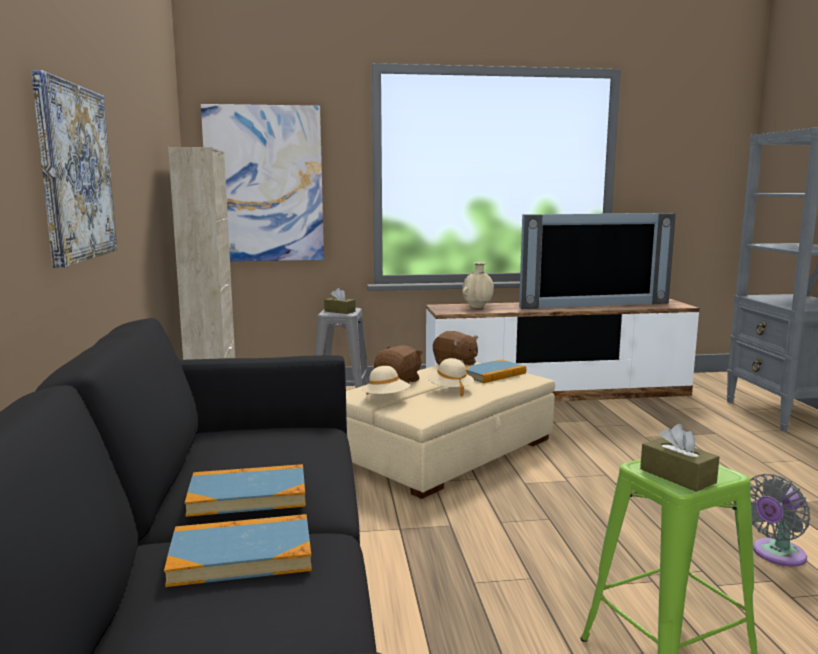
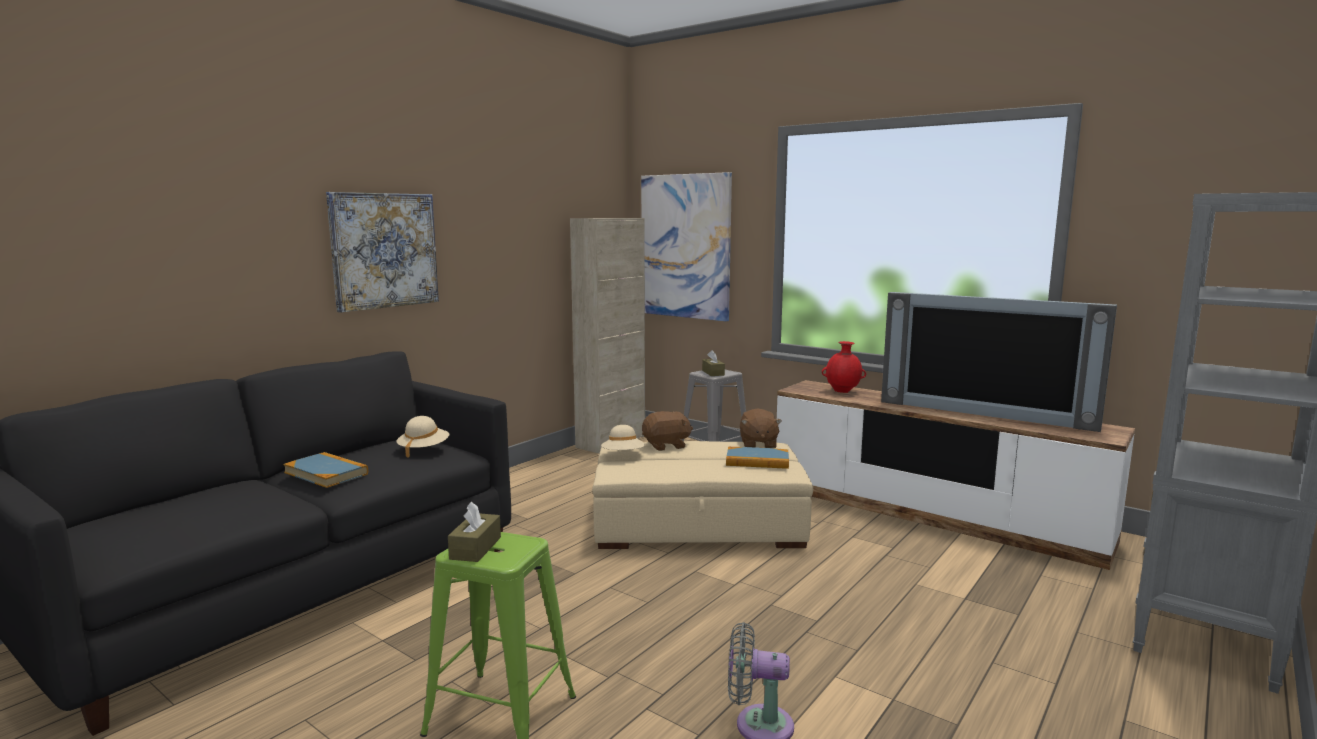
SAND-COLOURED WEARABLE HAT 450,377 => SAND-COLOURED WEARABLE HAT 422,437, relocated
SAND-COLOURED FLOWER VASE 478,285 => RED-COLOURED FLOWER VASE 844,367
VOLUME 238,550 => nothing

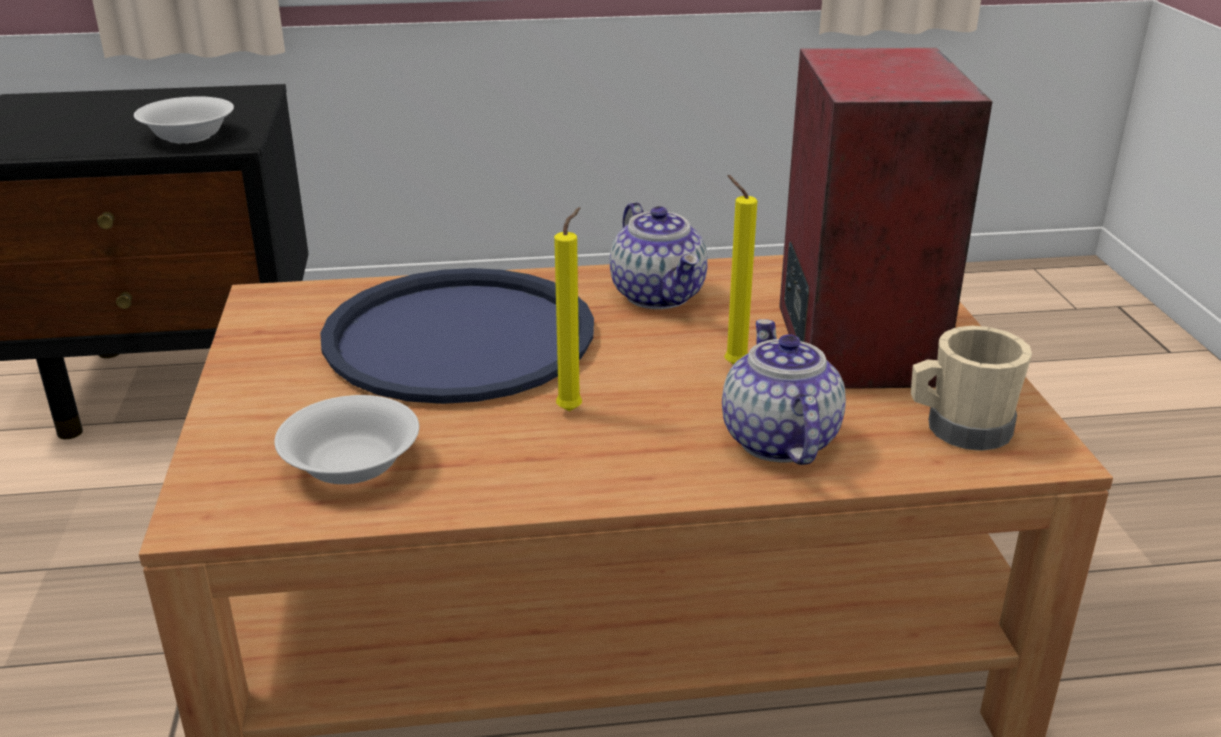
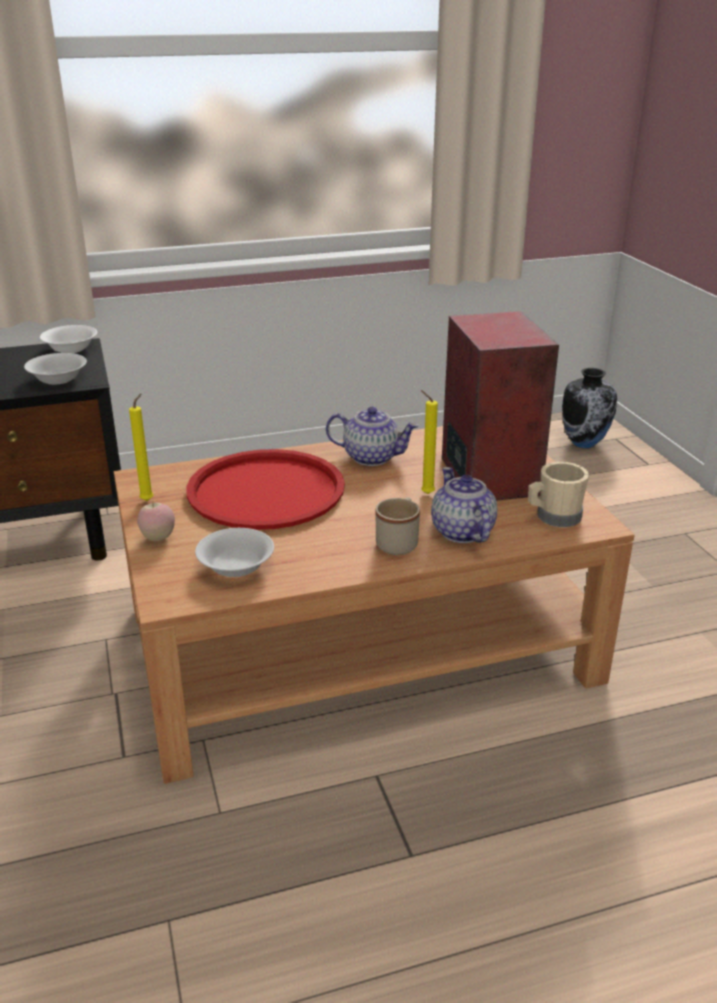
nothing => WHITE-COLOURED SERVING BOWL 68,339
YELLOW CANDLE 568,309 => YELLOW CANDLE 141,447, relocated
nothing => APPLE FRUIT 156,521
BLUE-COLOURED CARRYING TRAY 457,336 => RED-COLOURED CARRYING TRAY 265,489
POT FOR TEA 659,255 => POT FOR TEA 372,436, 45 degrees counterclockwise
nothing => SAND-COLOURED TEA MUG 398,526
nothing => FLOWER VASE 589,408

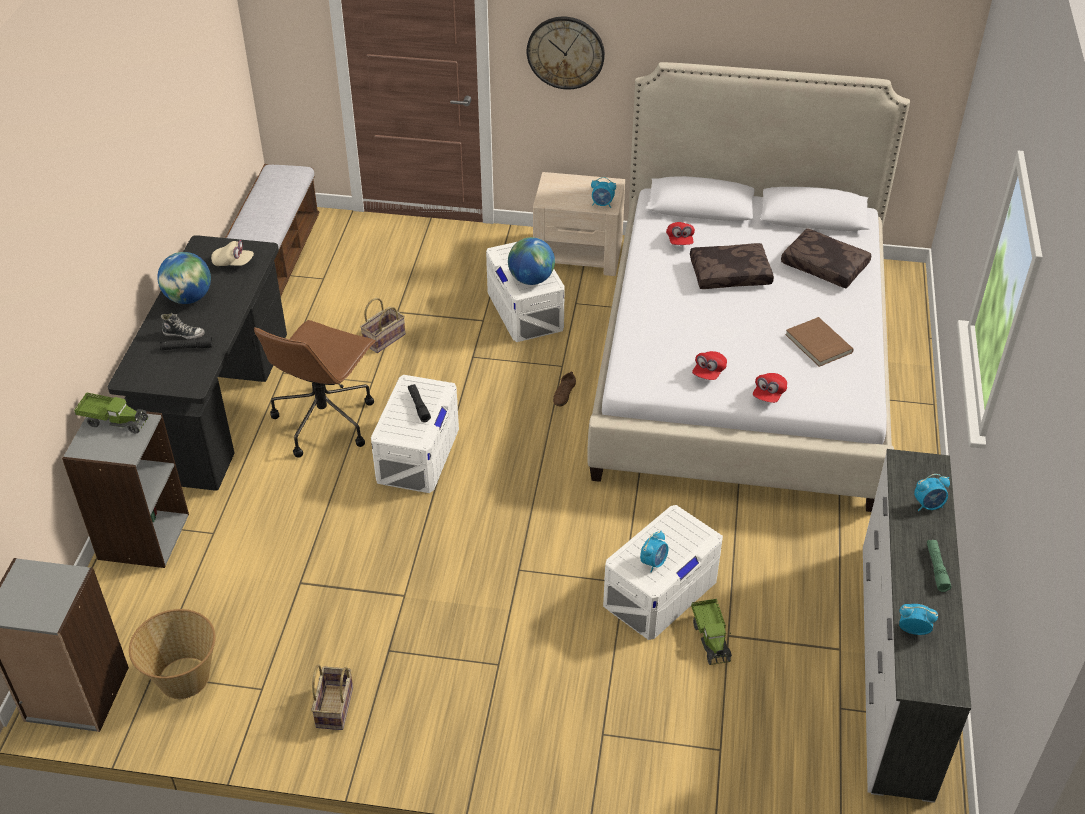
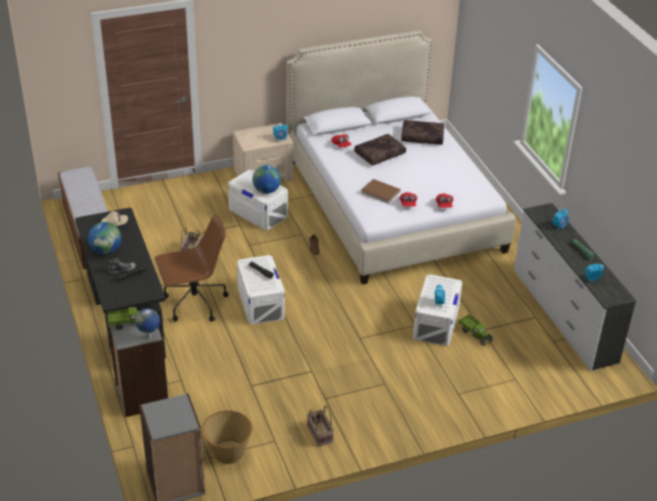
nothing => WORLD GLOBE 147,323
BROWN-COLOURED COMPUTER CHAIR 315,389 => BROWN-COLOURED COMPUTER CHAIR 192,268, 105 degrees counterclockwise
BROWN-COLOURED VOLUME 819,342 => BROWN-COLOURED VOLUME 381,191, relocated
HANGING CLOCK 566,53 => nothing

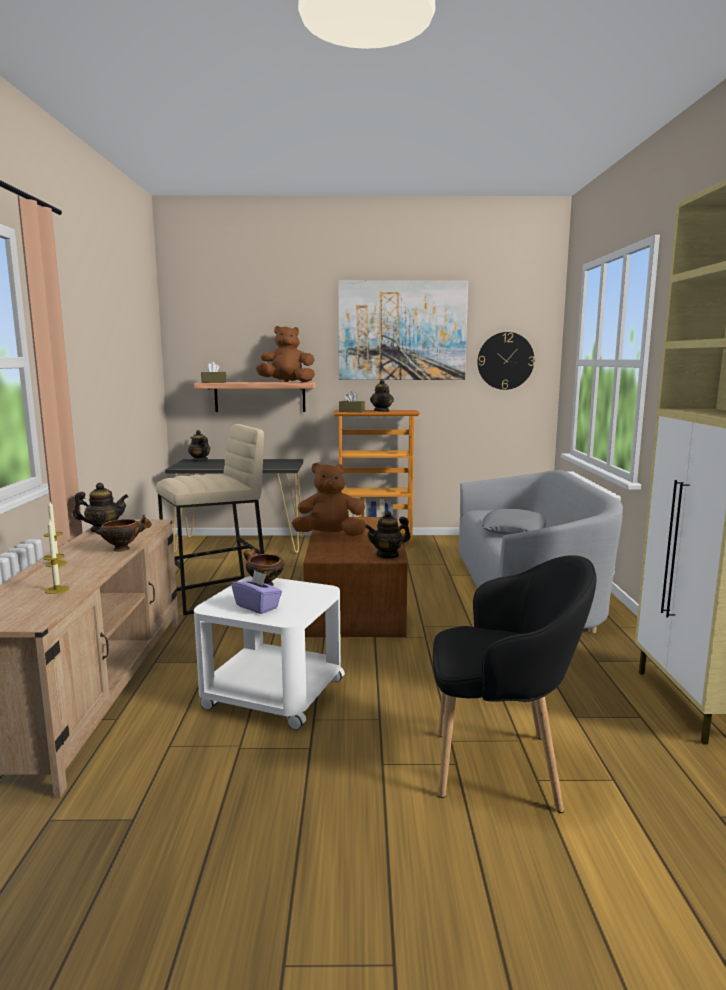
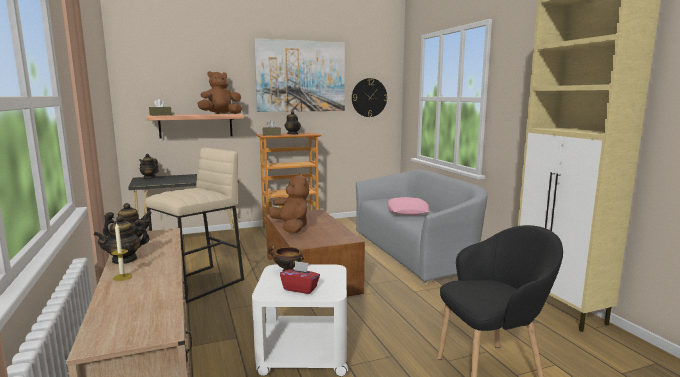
POT FOR TEA 387,535 => POT FOR TEA 121,239, relocated
BROWN-COLOURED PLUSH TOY 329,499 => BROWN-COLOURED PLUSH TOY 288,203, 90 degrees clockwise
PURPLE-COLOURED BOX OF TISSUES 256,592 => RED-COLOURED BOX OF TISSUES 300,277
GREY PILLOW 514,522 => PINK PILLOW 408,206
CANDLE 56,556 => nothing
SERVING BOWL 123,533 => nothing

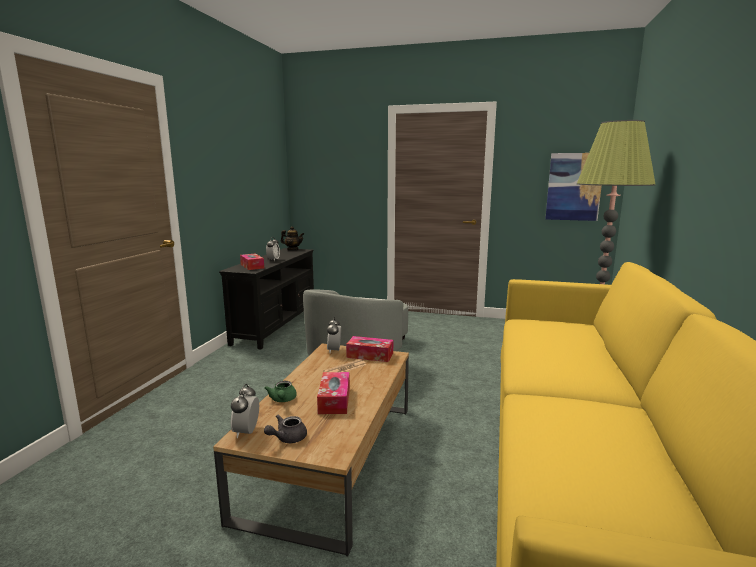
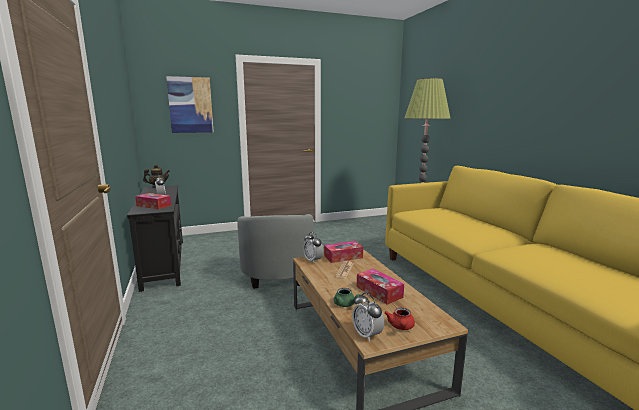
WALL ART 573,187 => WALL ART 190,104, relocated
GREY POT FOR TEA 285,429 => RED-COLOURED POT FOR TEA 400,319

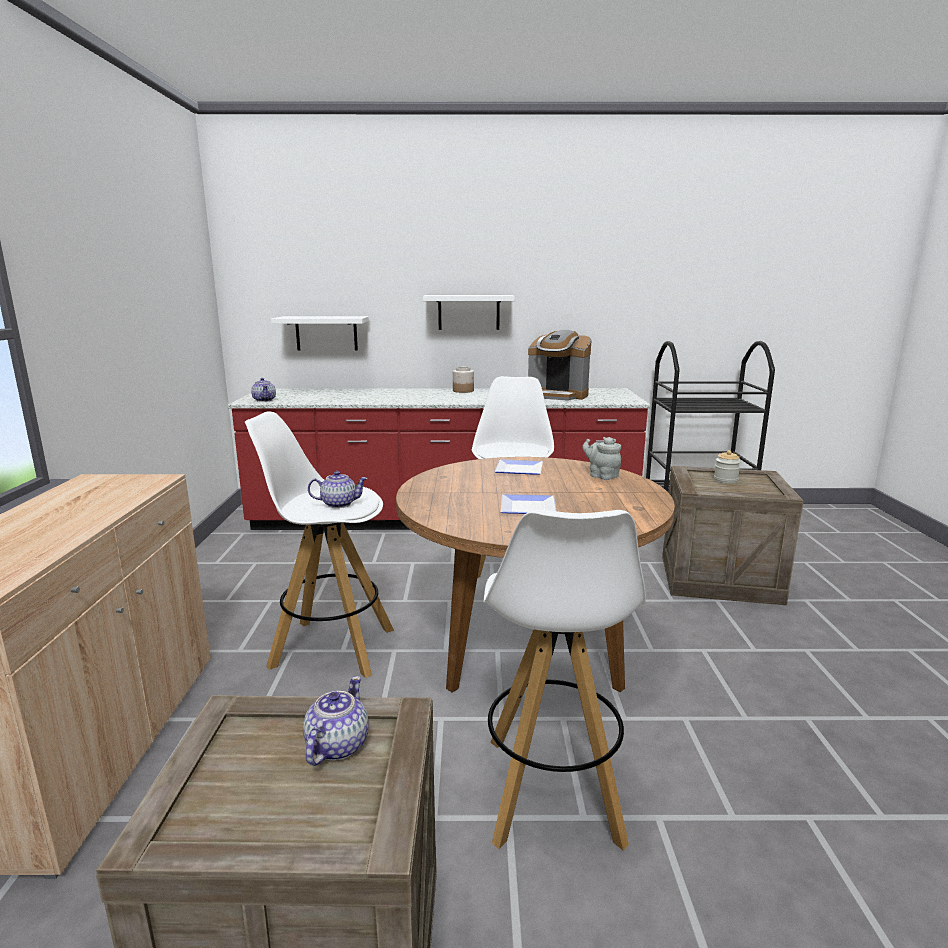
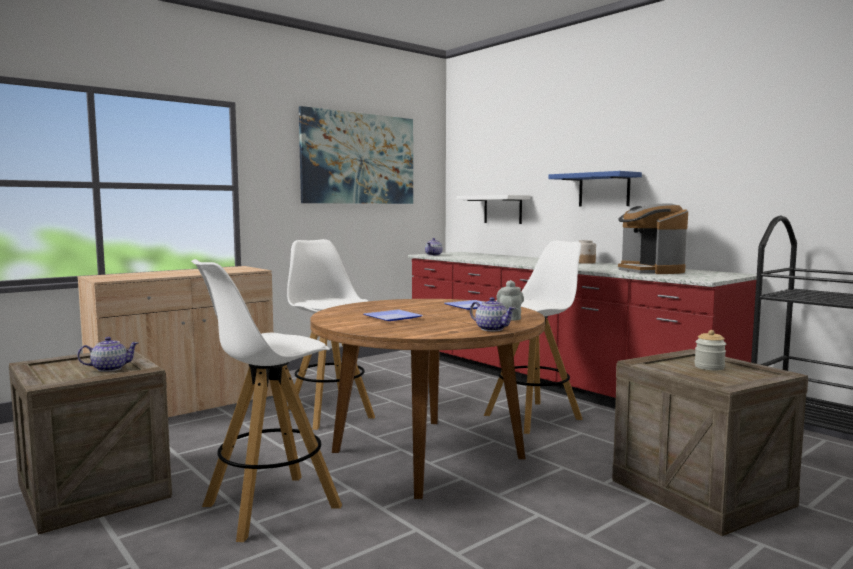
nothing => WALL ART 356,155
POT FOR TEA 338,489 => POT FOR TEA 492,314, relocated
WHITE-COLOURED SHELF 469,312 => BLUE-COLOURED SHELF 595,188

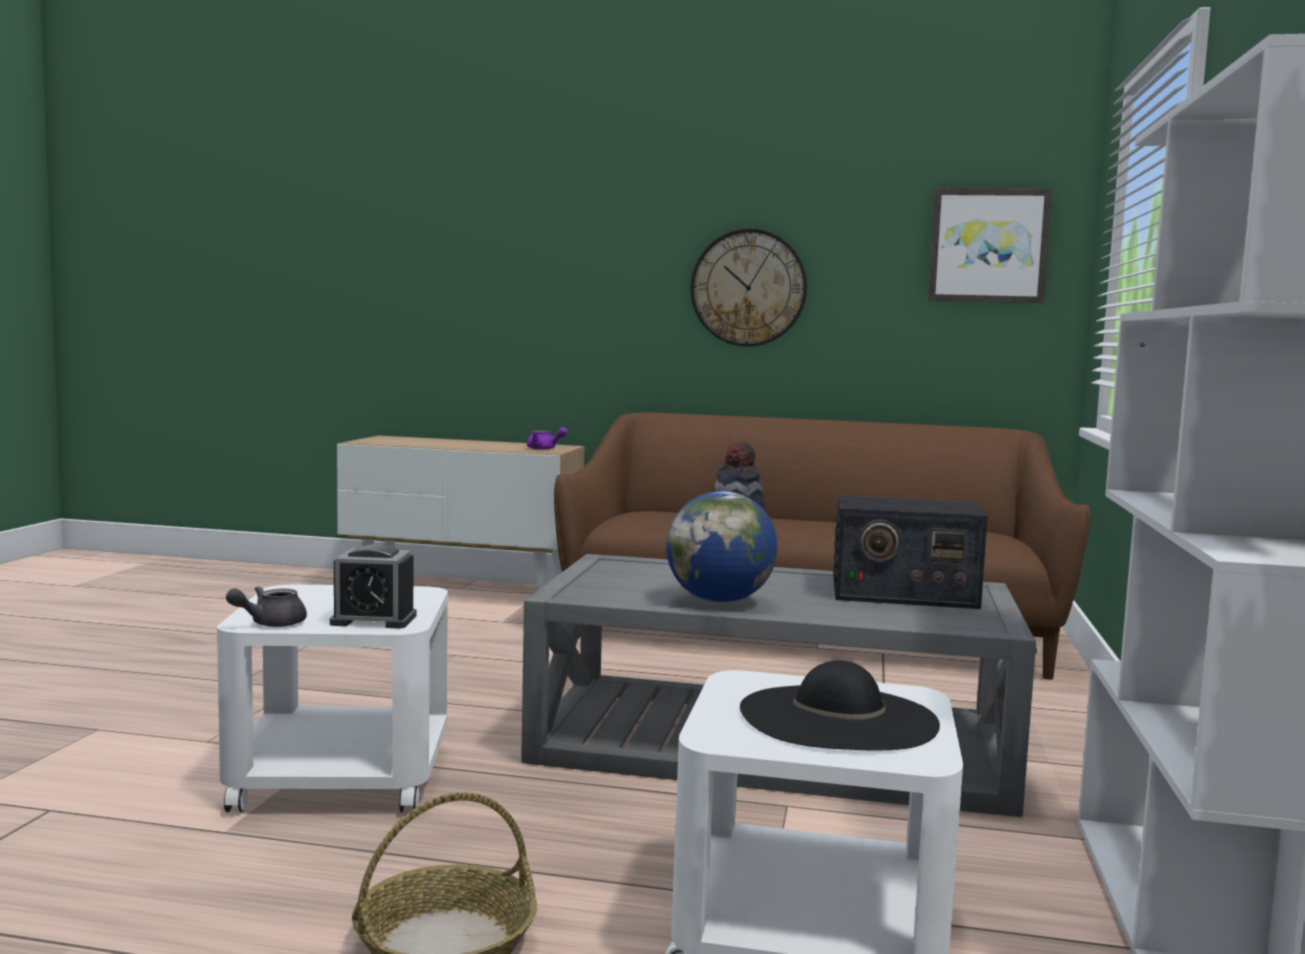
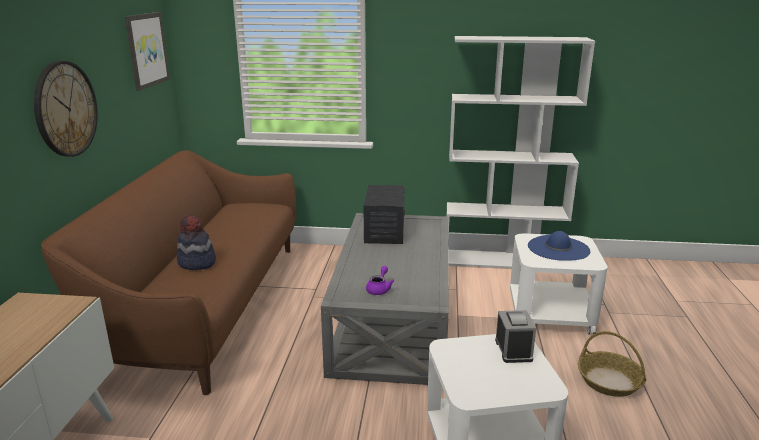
PURPLE-COLOURED POT FOR TEA 547,438 => PURPLE-COLOURED POT FOR TEA 380,280, relocated
BLACK-COLOURED WEARABLE HAT 840,705 => BLUE-COLOURED WEARABLE HAT 559,246
GREY POT FOR TEA 266,606 => nothing
WORLD GLOBE 722,547 => nothing

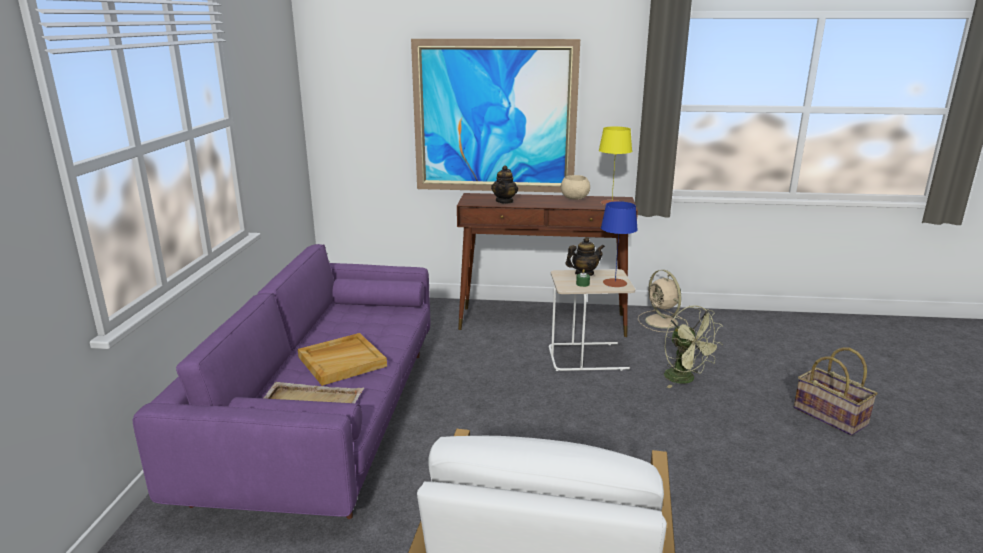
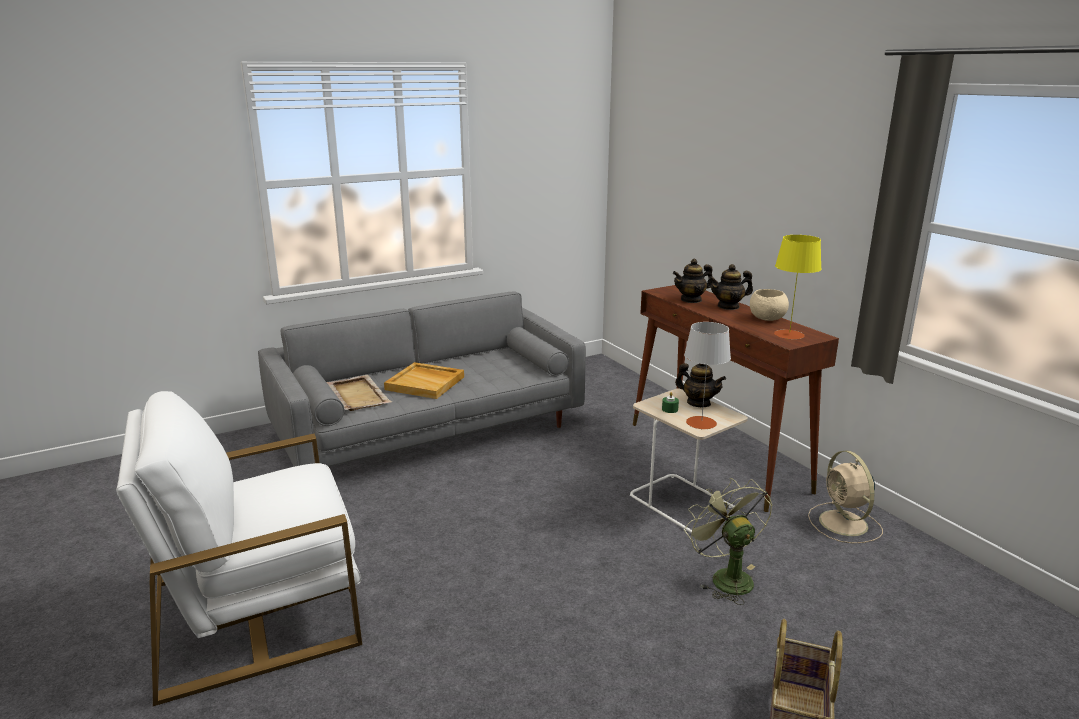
PURPLE-COLOURED COUCH 281,381 => GREY COUCH 422,379
BLUE-COLOURED LAMP FOR A TABLE 619,244 => GREY LAMP FOR A TABLE 707,375
GREENISH COOLING FAN 693,347 => GREENISH COOLING FAN 728,541, 135 degrees clockwise
nothing => POT FOR TEA 731,287
SAND-COLOURED COOLING FAN 663,301 => SAND-COLOURED COOLING FAN 845,496, 45 degrees counterclockwise
WALL ART 495,116 => nothing

